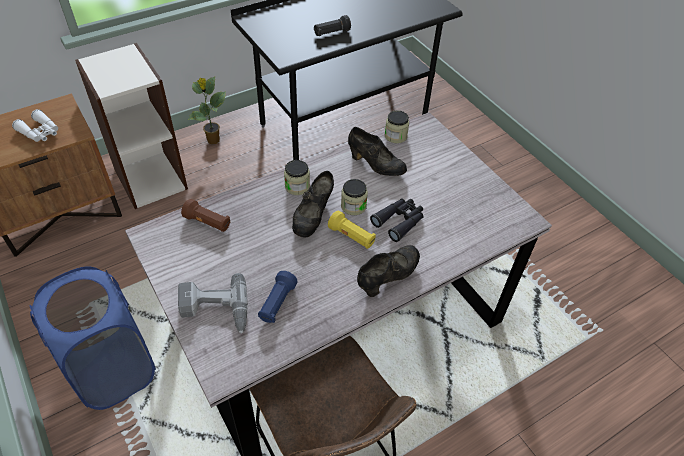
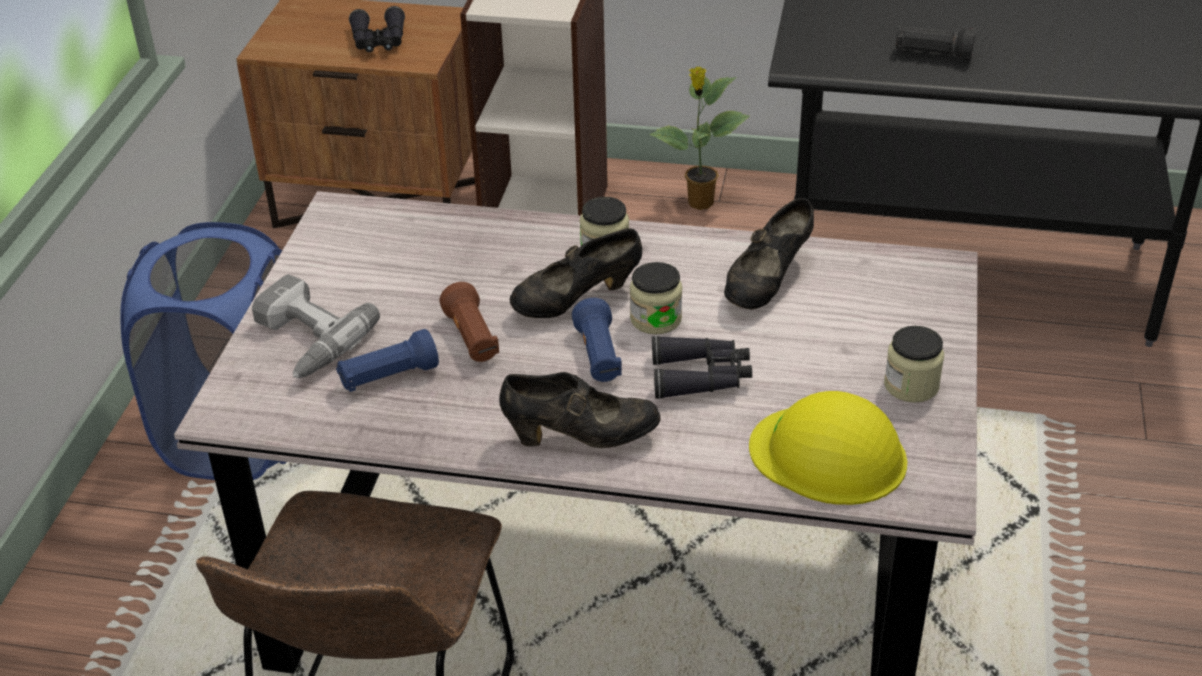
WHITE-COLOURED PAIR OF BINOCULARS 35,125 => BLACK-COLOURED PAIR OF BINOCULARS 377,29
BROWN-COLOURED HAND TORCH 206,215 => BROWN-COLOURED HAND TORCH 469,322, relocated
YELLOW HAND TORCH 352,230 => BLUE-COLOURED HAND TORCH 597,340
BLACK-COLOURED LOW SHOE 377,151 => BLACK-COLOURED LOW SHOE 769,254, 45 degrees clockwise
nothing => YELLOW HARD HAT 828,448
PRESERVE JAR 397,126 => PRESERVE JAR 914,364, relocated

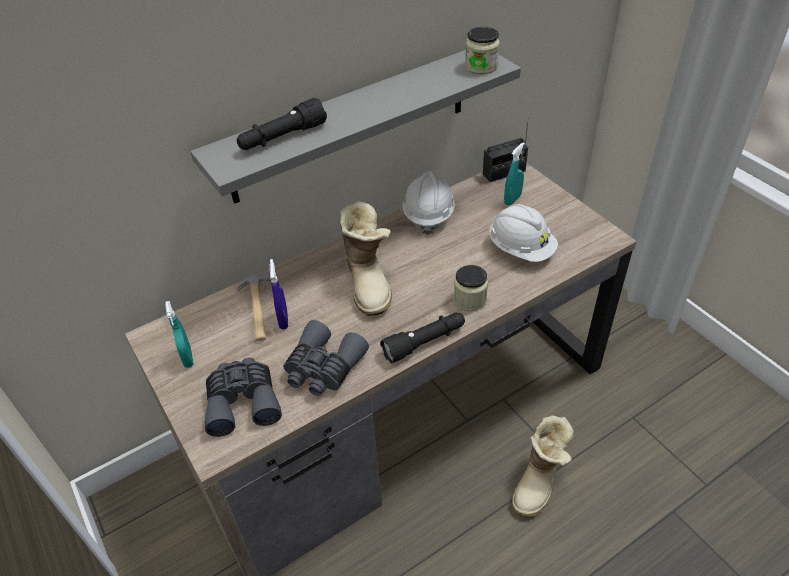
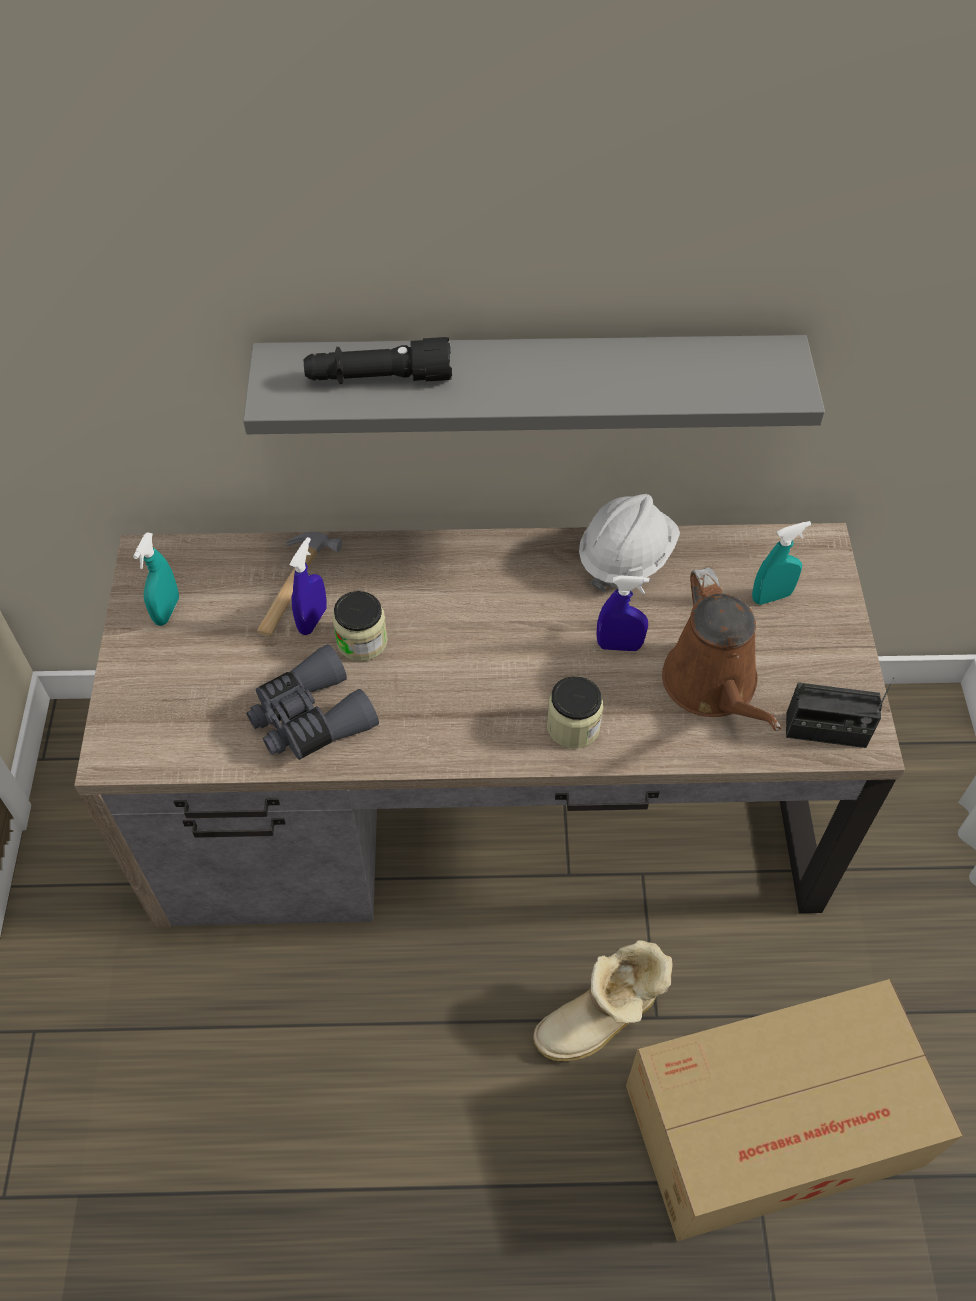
PRESERVE JAR 482,50 => PRESERVE JAR 360,626, relocated
nothing => BLUE-COLOURED HAND SPRAYER 622,613
nothing => PACKING BOX 794,1110
WHITE-COLOURED HARD HAT 523,233 => BROWN-COLOURED WATERING CAN 721,649
RADIO 506,150 => RADIO 840,712, relocated
GREY PAIR OF BINOCULARS 243,397 => nothing
BOOT 366,258 => nothing
BLACK-COLOURED HAND TORCH 422,338 => nothing

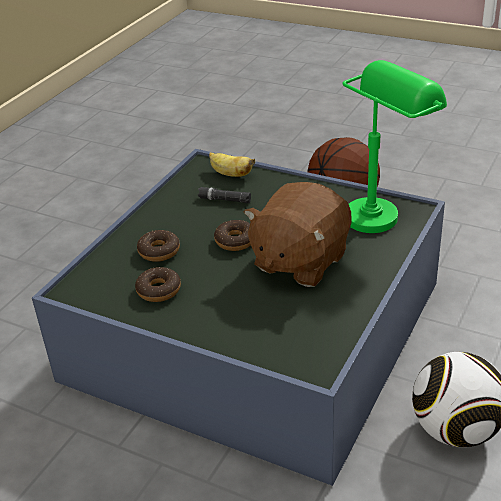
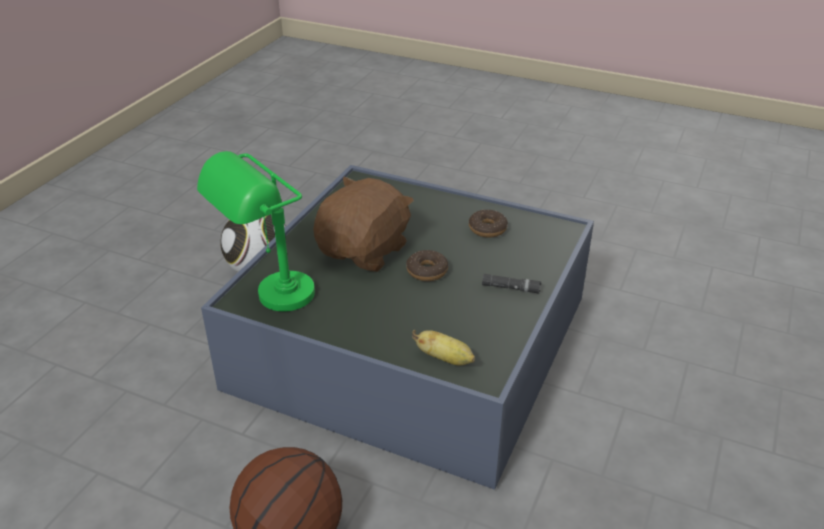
BLACK-COLOURED HAND TORCH 224,195 => BLACK-COLOURED HAND TORCH 511,284, relocated
RING DOUGHNUT 158,246 => nothing

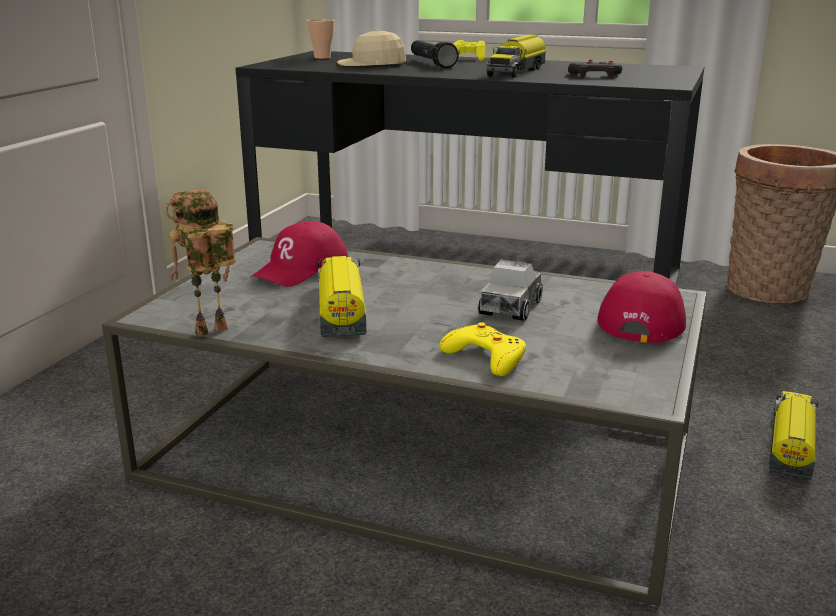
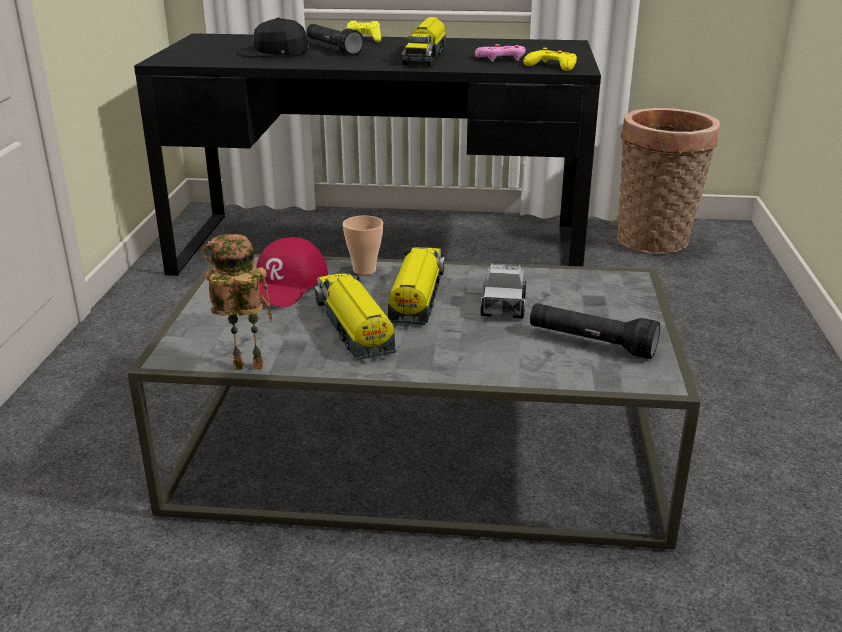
MODEL ROBOT 200,263 => MODEL ROBOT 236,302, 45 degrees clockwise
SAND-COLOURED PEAKED CAP 371,47 => BLACK-COLOURED PEAKED CAP 273,37
SMALL CUP 321,39 => SMALL CUP 363,245, relocated
TOY LORRY 794,435 => TOY LORRY 416,286, relocated
GREY JOYPAD 595,68 => PINK JOYPAD 500,53
YELLOW JOYPAD 482,349 => YELLOW JOYPAD 550,59, relocated
nothing => BLACK-COLOURED HAND TORCH 595,331
RED-COLOURED PEAKED CAP 641,307 => nothing

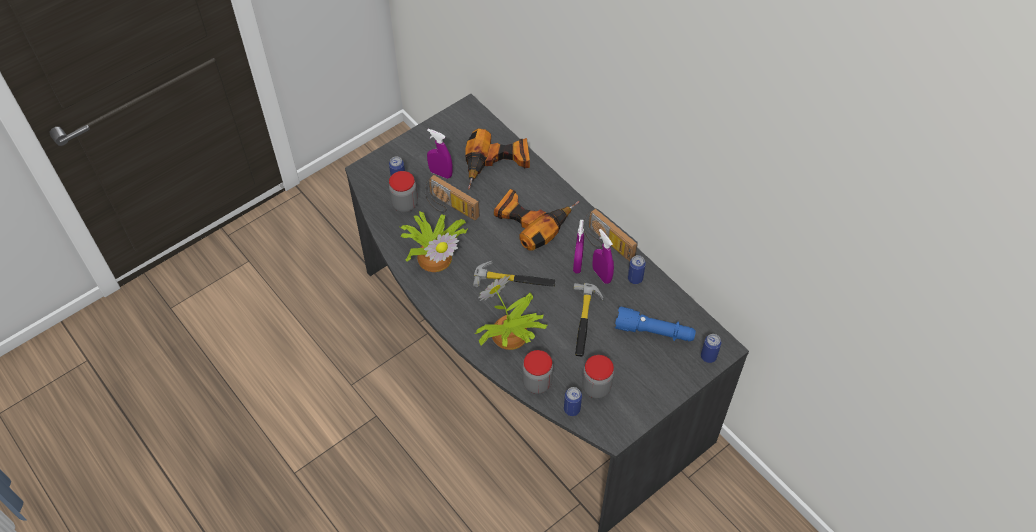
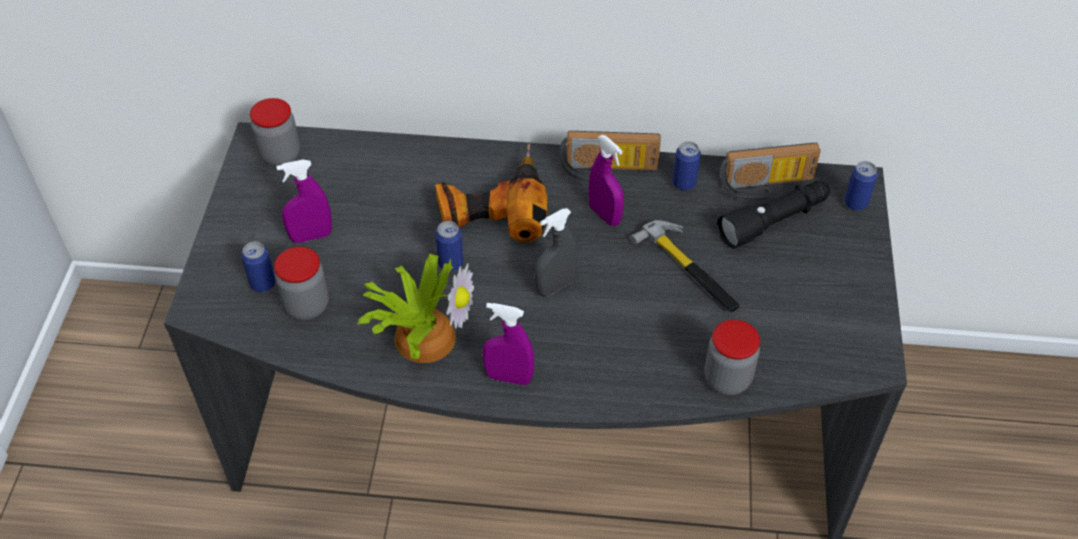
PRESERVE JAR 598,376 => PRESERVE JAR 275,132, relocated
SEALED CAN 573,401 => SEALED CAN 449,246, relocated
PURPLE-COLOURED HAND SPRAYER 603,256 => PURPLE-COLOURED HAND SPRAYER 508,344, relocated
TOOL HAMMER 514,274 => GREY HAND SPRAYER 556,252
BLUE-COLOURED HAND TORCH 655,324 => BLACK-COLOURED HAND TORCH 773,215
RADIO 452,197 => RADIO 770,172, relocated
ELECTRIC DRILL 497,158 => nothing
HOUSEPLANT 511,313 => nothing

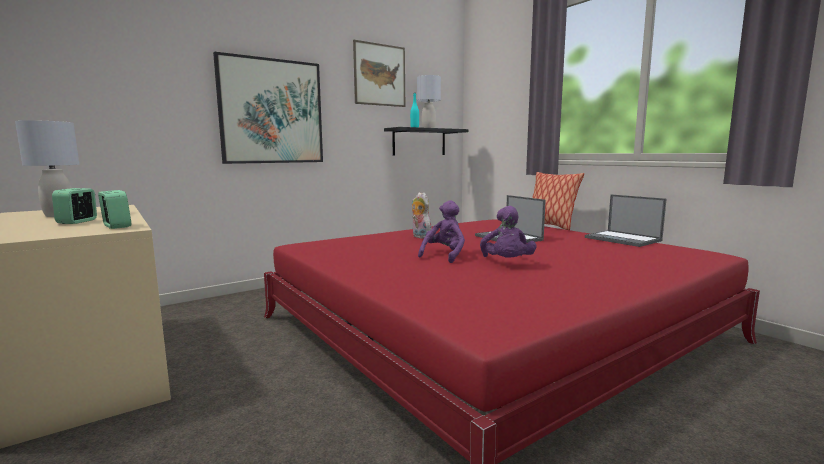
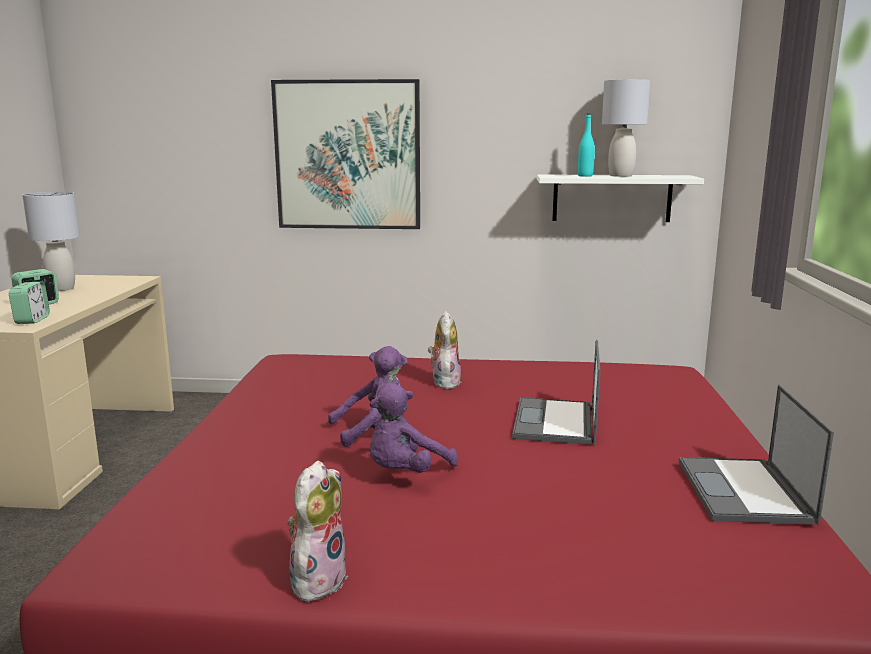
nothing => PLUSH TOY 317,531
BLACK-COLOURED SHELF 426,141 => WHITE-COLOURED SHELF 620,198
WALL ART 379,73 => nothing
PILLOW 558,201 => nothing

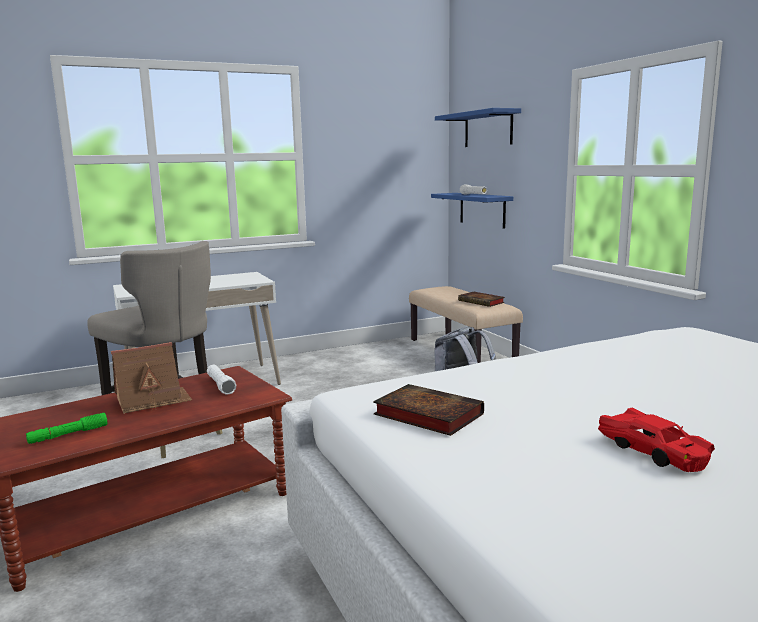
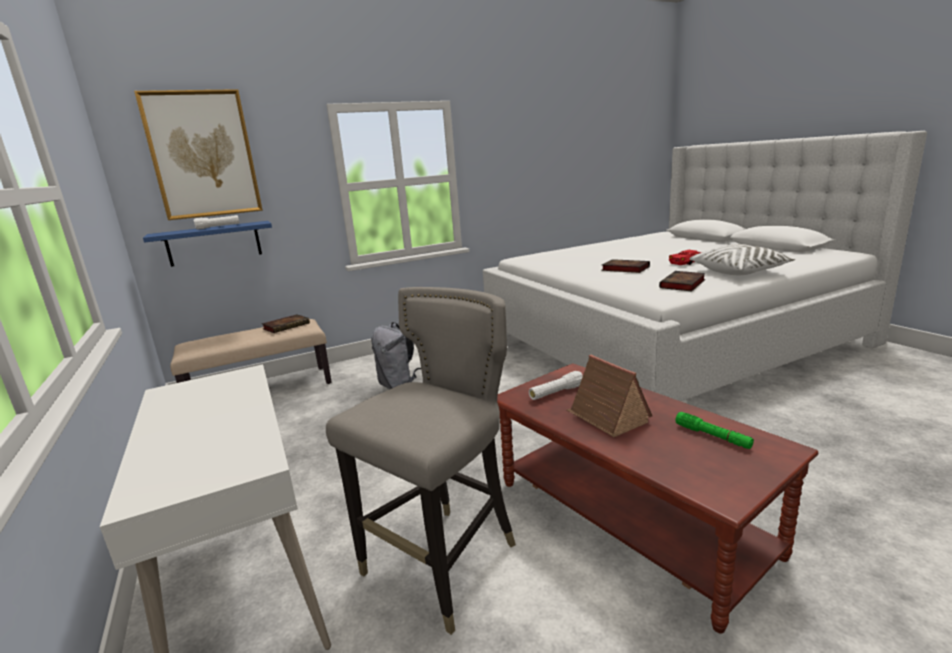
BLUE-COLOURED SHELF 478,127 => WALL ART 198,154
nothing => VOLUME 625,266
nothing => WHITE-COLOURED PILLOW 742,259

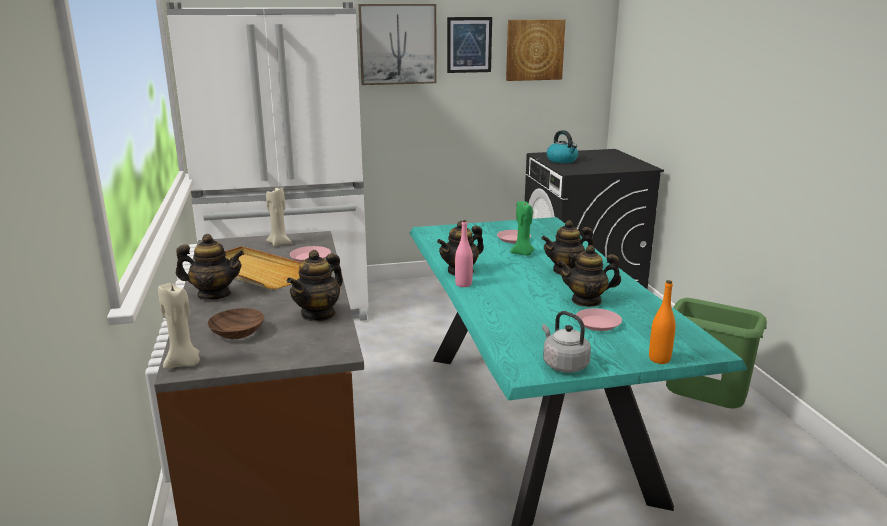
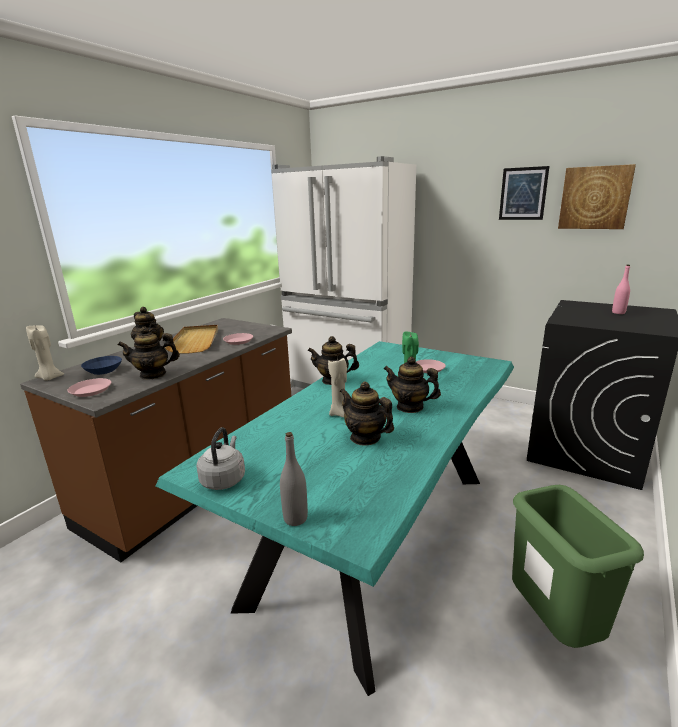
PINK FLAT DISH 599,319 => PINK FLAT DISH 89,387, relocated
BROWN-COLOURED SERVING BOWL 236,323 => BLUE-COLOURED SERVING BOWL 101,365
ORANGEY BOTTLE 662,322 => GREY BOTTLE 294,479
SAND-COLOURED CANDLE 279,217 => SAND-COLOURED CANDLE 337,387, relocated
PINK BOTTLE 464,253 => PINK BOTTLE 621,289, relocated
WALL ART 397,44 => nothing
TEA KETTLE 562,146 => nothing

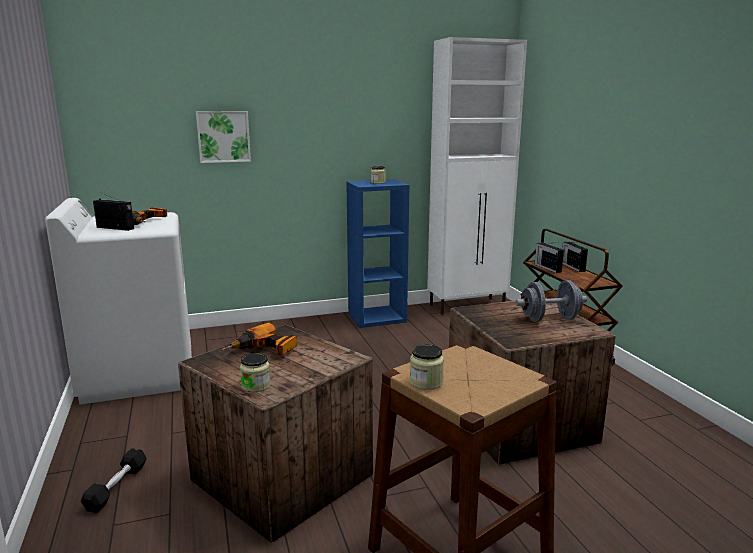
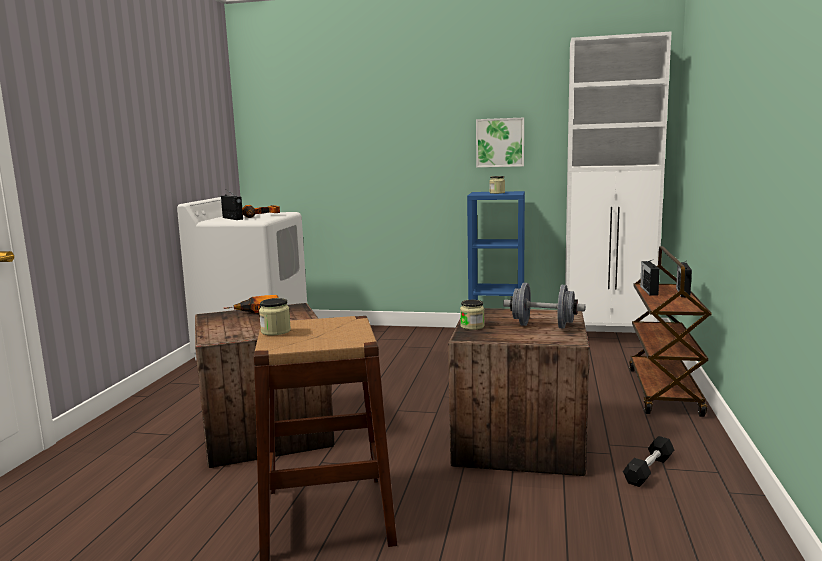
PRESERVE JAR 255,372 => PRESERVE JAR 472,315, relocated
WALL ART 223,137 => WALL ART 500,142, relocated
BLACK-COLOURED DUMBBELL 114,480 => BLACK-COLOURED DUMBBELL 648,461, relocated

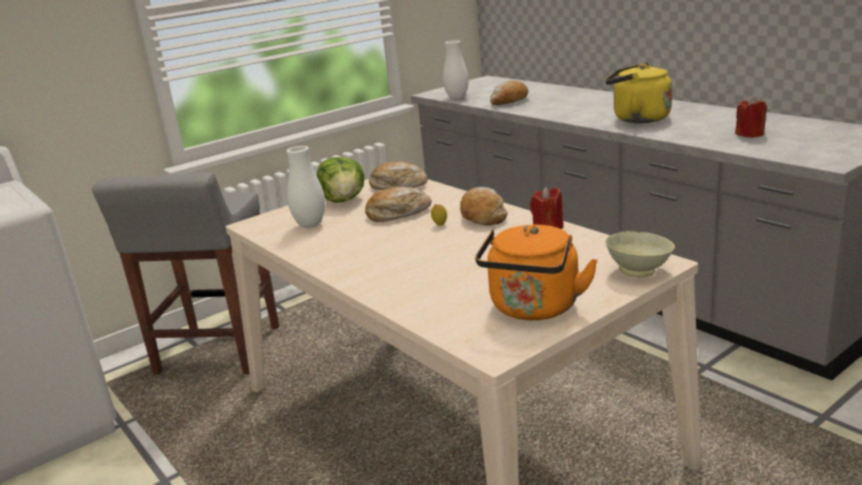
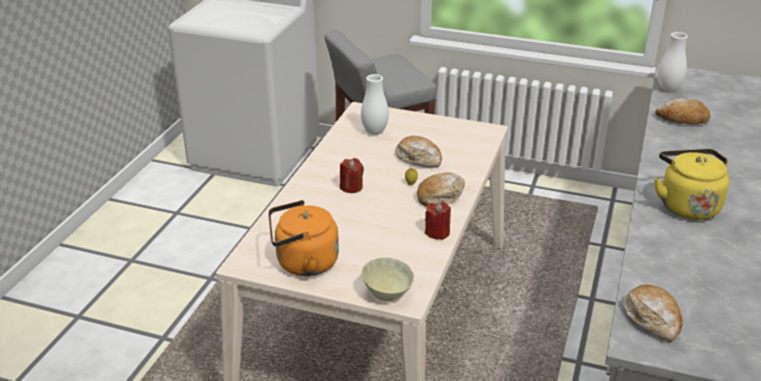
RED-COLOURED CANDLE 751,117 => RED-COLOURED CANDLE 352,175, relocated
BAKED BREAD 398,175 => BAKED BREAD 653,312, relocated
LETTUCE 341,180 => nothing

